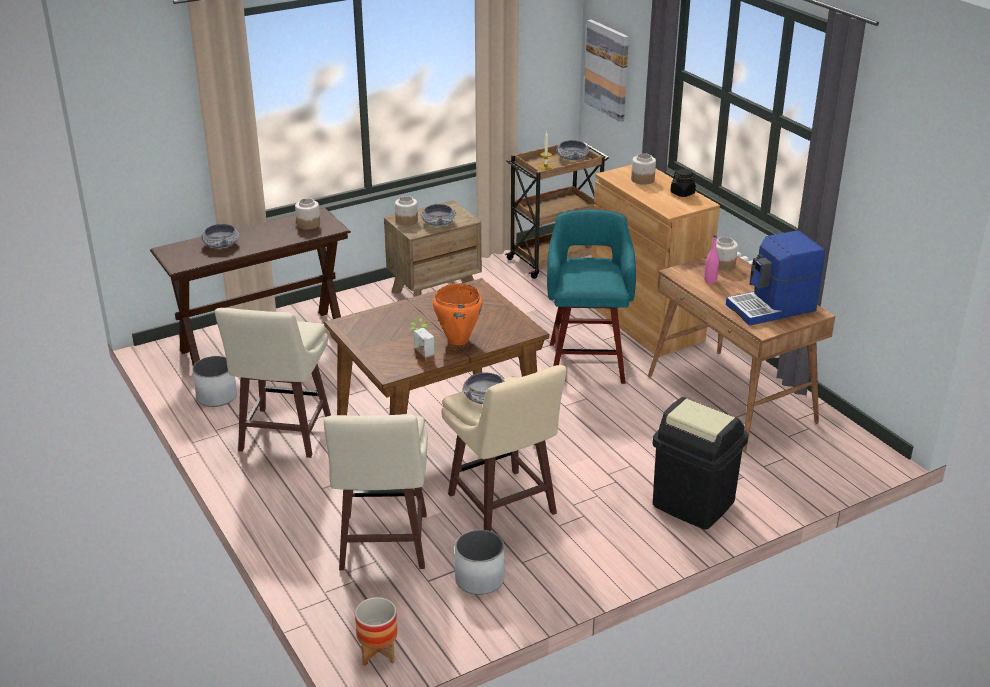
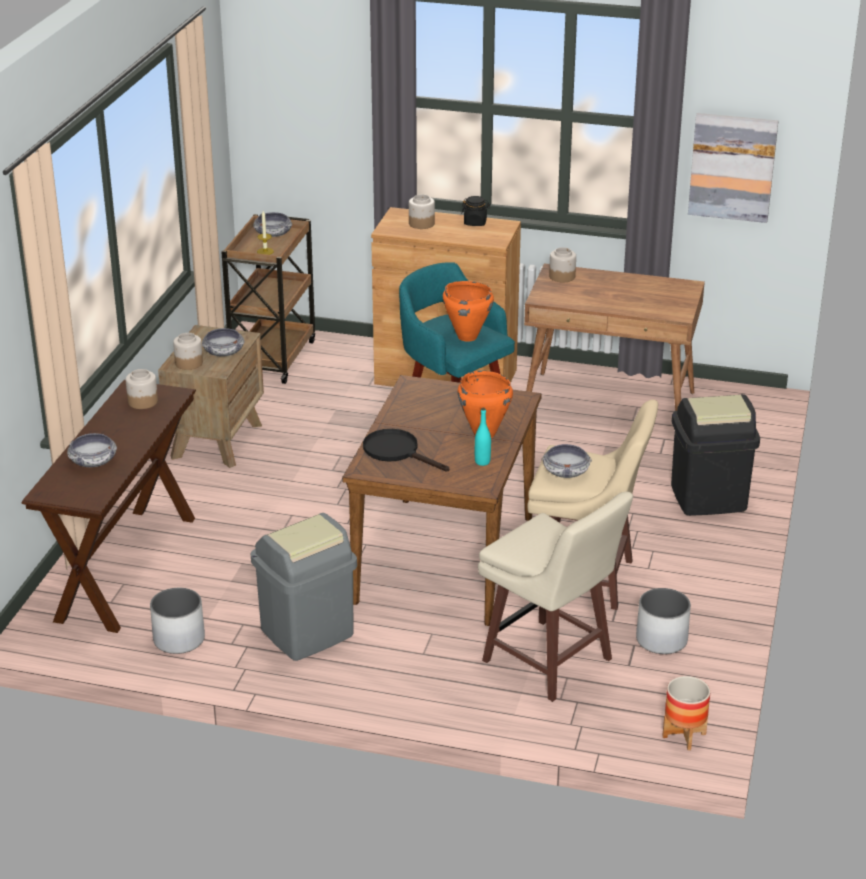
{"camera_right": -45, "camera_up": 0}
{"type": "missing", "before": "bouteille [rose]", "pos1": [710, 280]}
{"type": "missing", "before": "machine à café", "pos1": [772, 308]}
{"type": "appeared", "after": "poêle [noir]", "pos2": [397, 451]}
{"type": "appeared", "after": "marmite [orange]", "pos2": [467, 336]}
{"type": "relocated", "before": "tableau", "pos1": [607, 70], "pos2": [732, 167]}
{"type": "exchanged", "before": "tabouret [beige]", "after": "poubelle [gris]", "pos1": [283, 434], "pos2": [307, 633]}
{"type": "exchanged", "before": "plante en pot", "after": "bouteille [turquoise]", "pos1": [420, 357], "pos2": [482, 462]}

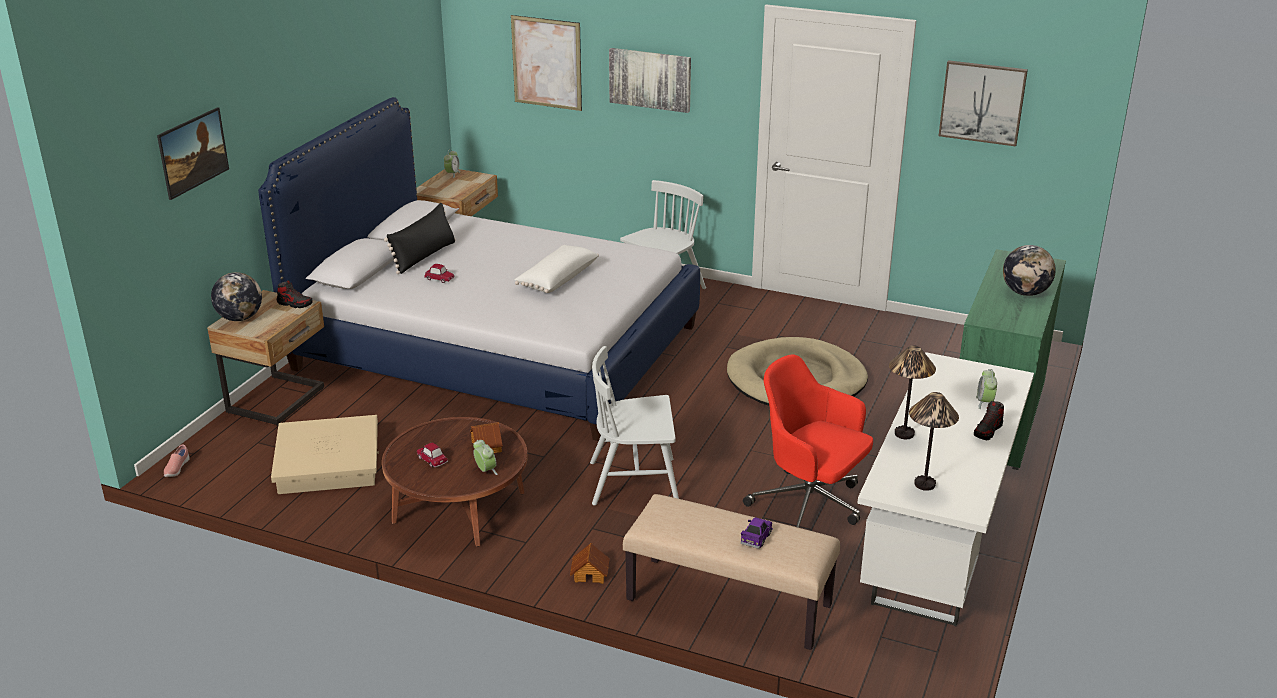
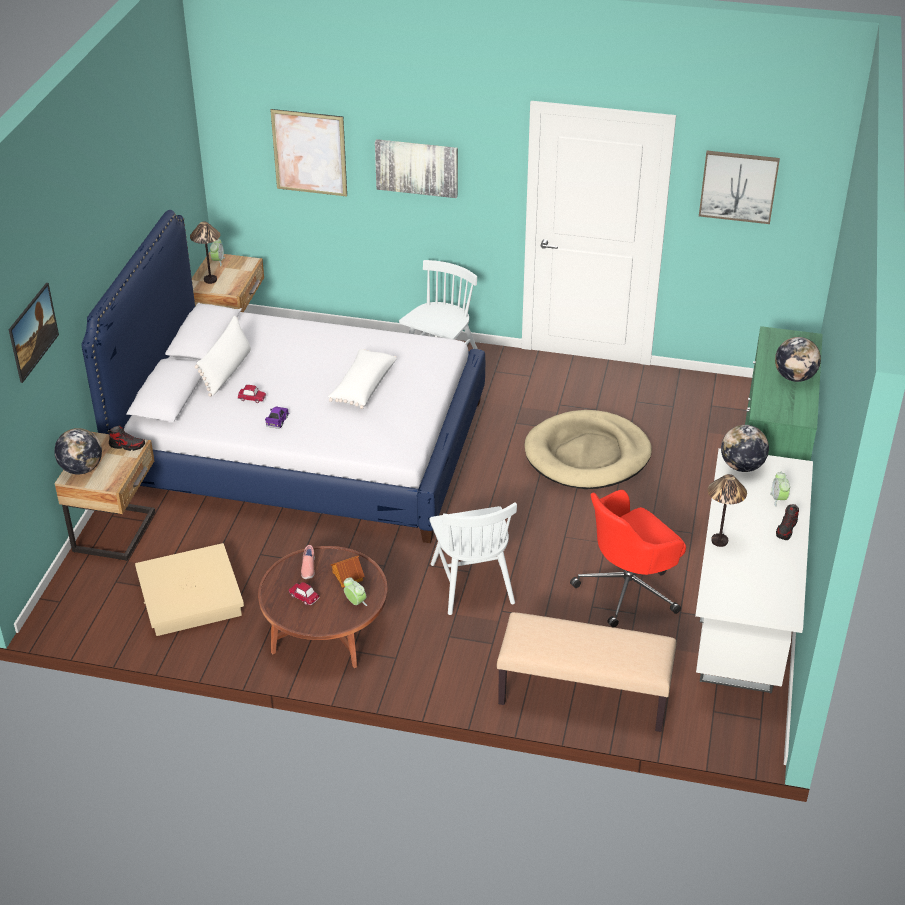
{"camera_right": -10, "camera_up": 10}
{"type": "missing", "before": "maison miniature", "pos1": [590, 574]}
{"type": "appeared", "after": "globe", "pos2": [741, 466]}
{"type": "relocated", "before": "chaussure [rose]", "pos1": [176, 469], "pos2": [308, 569]}
{"type": "relocated", "before": "petite voiture [violet]", "pos1": [756, 537], "pos2": [277, 421]}
{"type": "relocated", "before": "lampe de table", "pos1": [924, 484], "pos2": [210, 280]}
{"type": "colour", "before": "coussin [noir]", "after": "coussin [blanc]", "pos1": [424, 256], "pos2": [227, 371]}
{"type": "spun", "before": "chaise [blanc]", "pos1": [634, 482], "pos2": [472, 583], "turn": -90}
{"type": "spun", "before": "chaise de bureau [rouge]", "pos1": [809, 506], "pos2": [628, 589], "turn": -60}

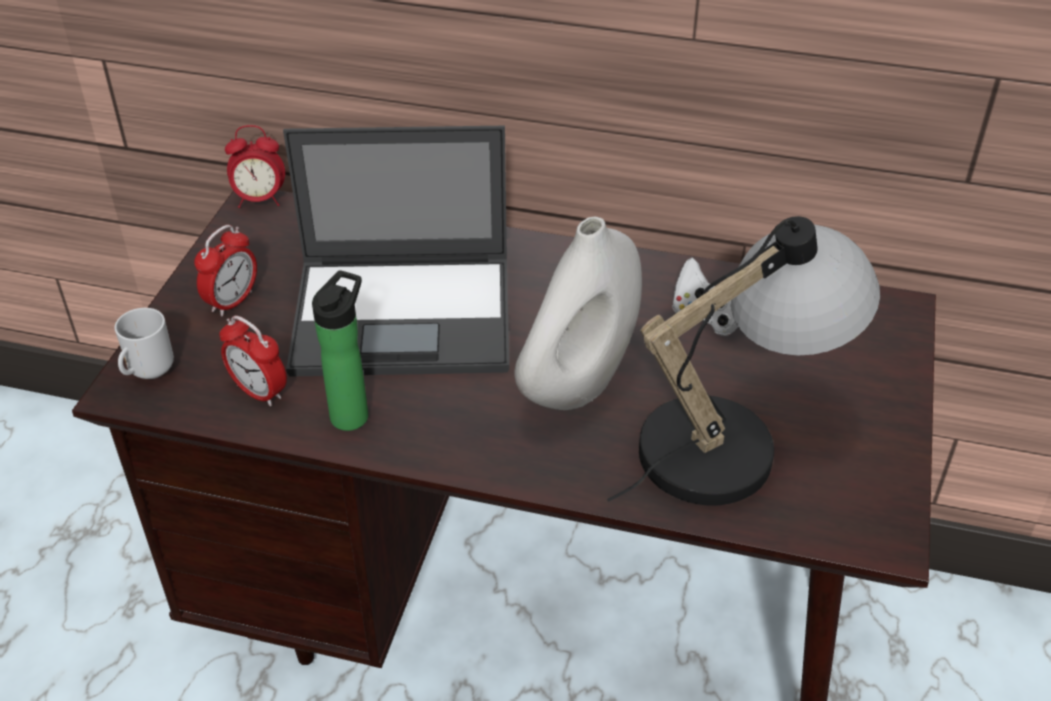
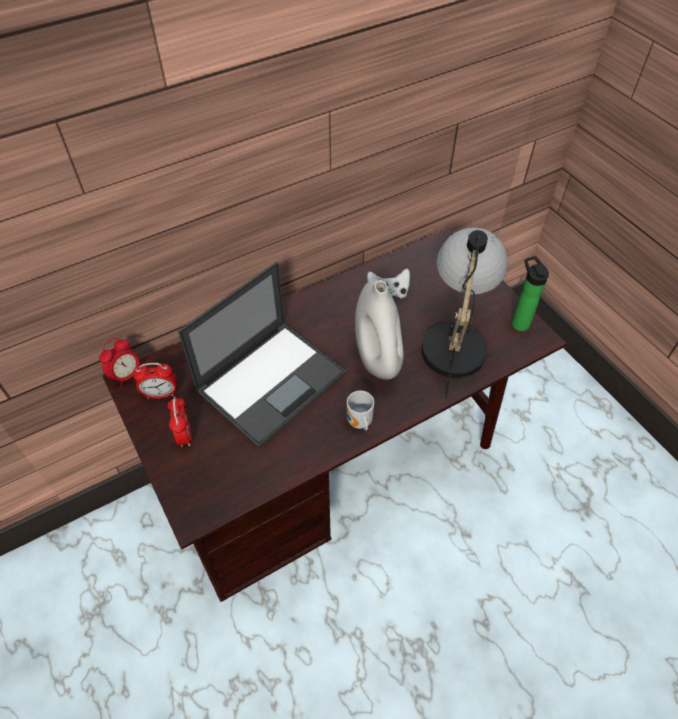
{"camera_right": -45, "camera_up": 10}
{"type": "relocated", "before": "mug", "pos1": [148, 372], "pos2": [359, 423]}
{"type": "relocated", "before": "réveil", "pos1": [259, 392], "pos2": [161, 394]}
{"type": "relocated", "before": "bouteille", "pos1": [352, 413], "pos2": [518, 322]}

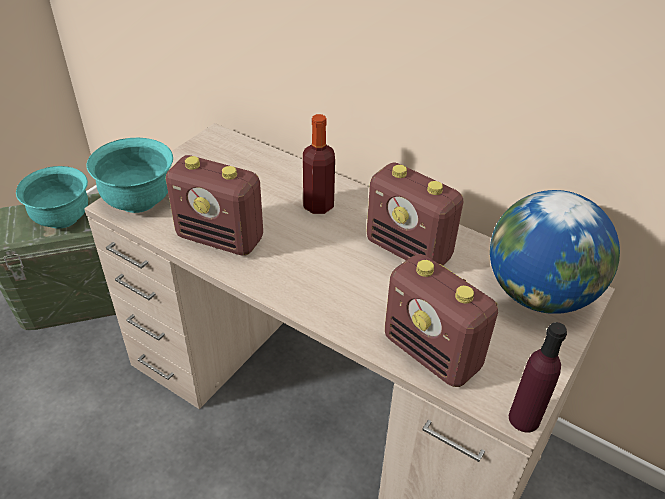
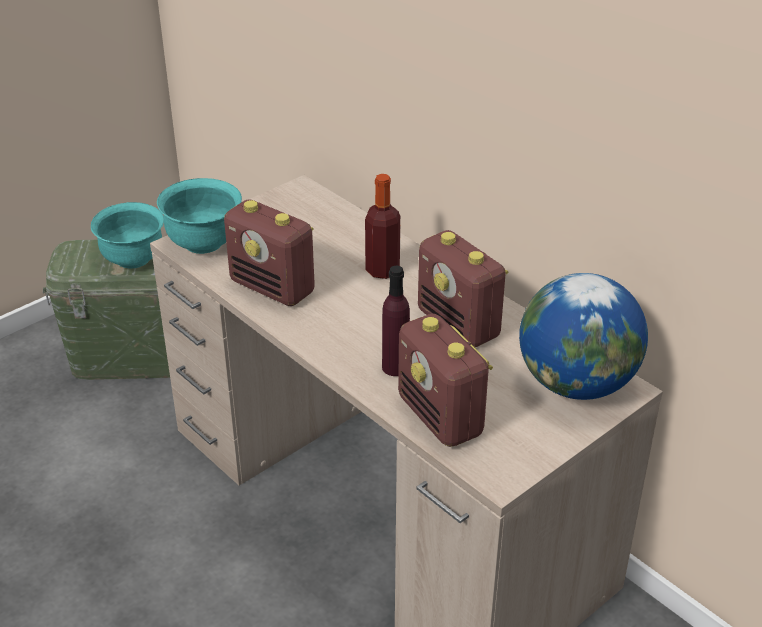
{"camera_right": 15, "camera_up": -5}
{"type": "relocated", "before": "bouteille [violet]", "pos1": [524, 419], "pos2": [395, 367]}

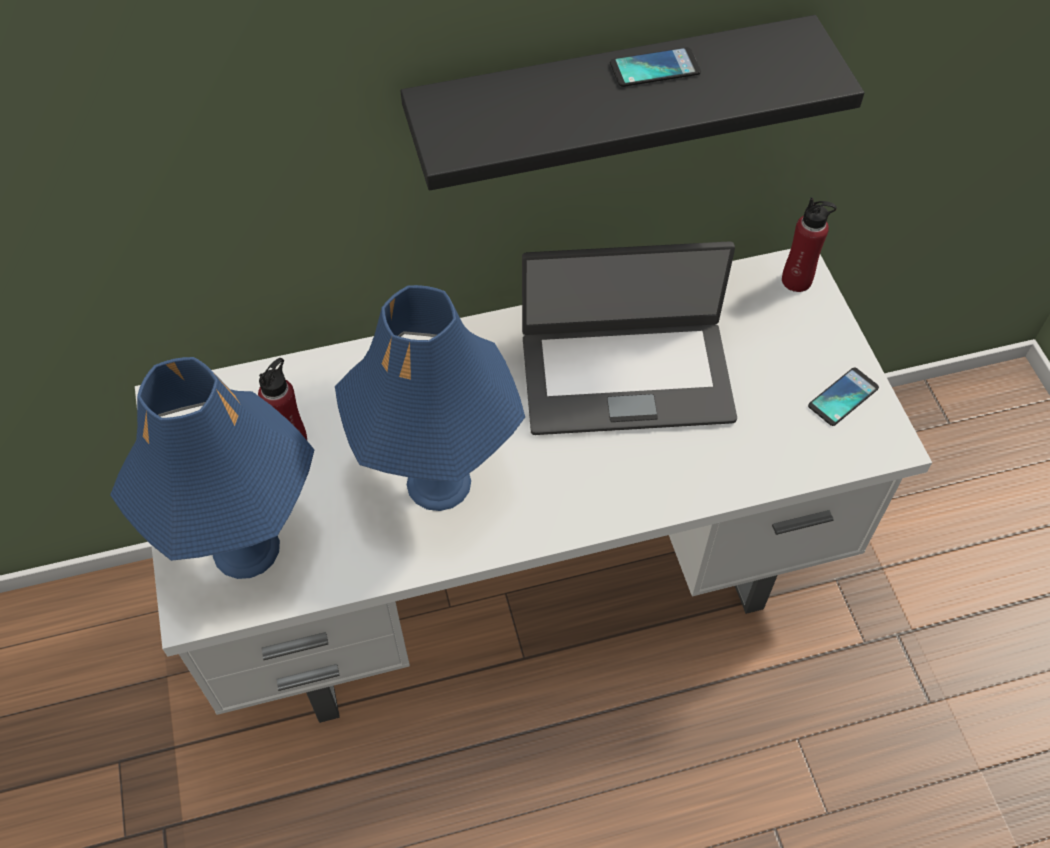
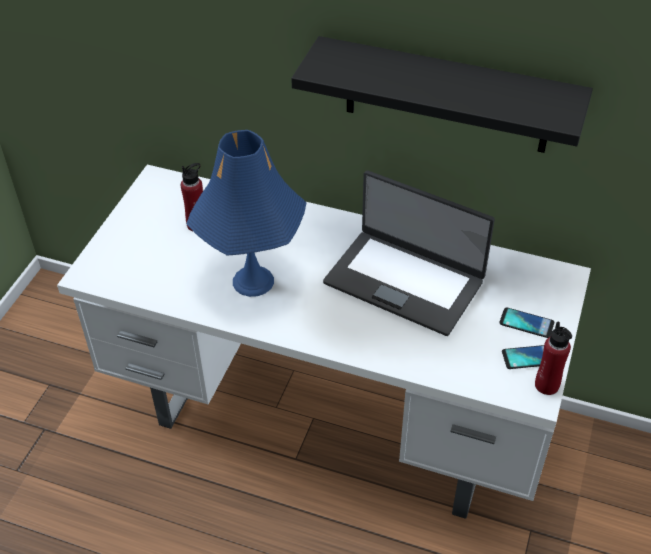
{"camera_right": 35, "camera_up": -10}
{"type": "missing", "before": "lampe de table [bleu]", "pos1": [246, 548]}
{"type": "relocated", "before": "téléphone", "pos1": [655, 68], "pos2": [526, 323]}
{"type": "relocated", "before": "bouteille [rouge]", "pos1": [796, 280], "pos2": [547, 385]}

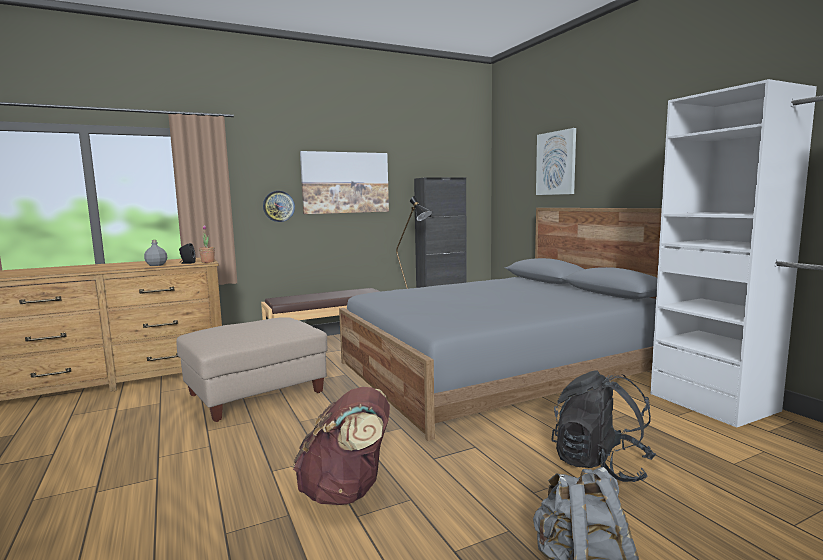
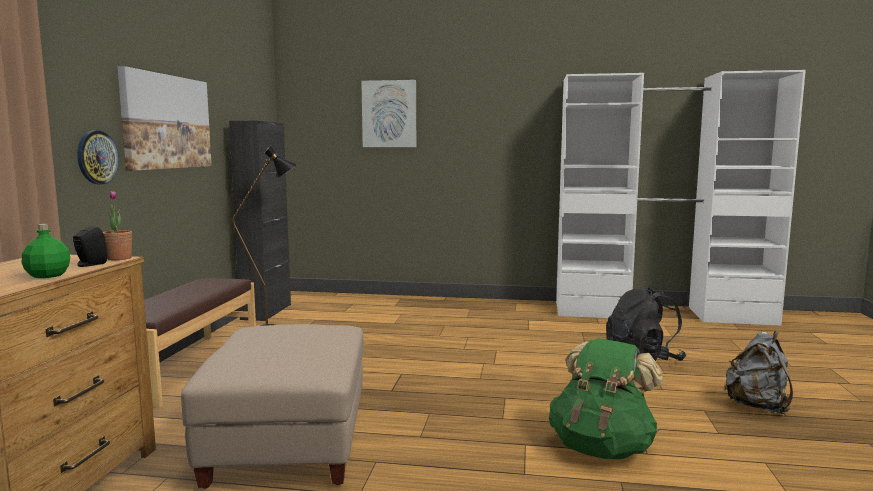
{"camera_right": -55, "camera_up": 0}
{"type": "missing", "before": "lit [gris]", "pos1": [499, 369]}
{"type": "colour", "before": "bouteille [gris]", "after": "bouteille [vert]", "pos1": [156, 265], "pos2": [48, 275]}
{"type": "colour", "before": "sac à dos [marron]", "after": "sac à dos [vert]", "pos1": [347, 491], "pos2": [602, 448]}

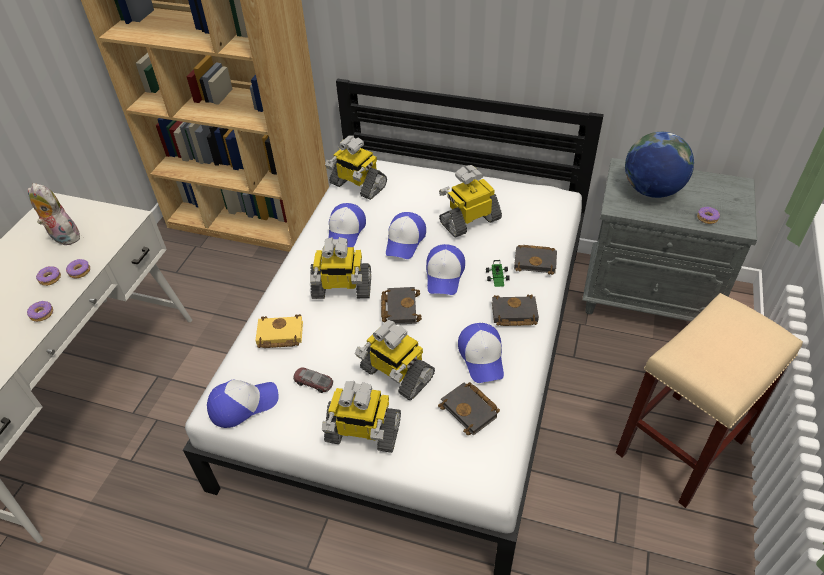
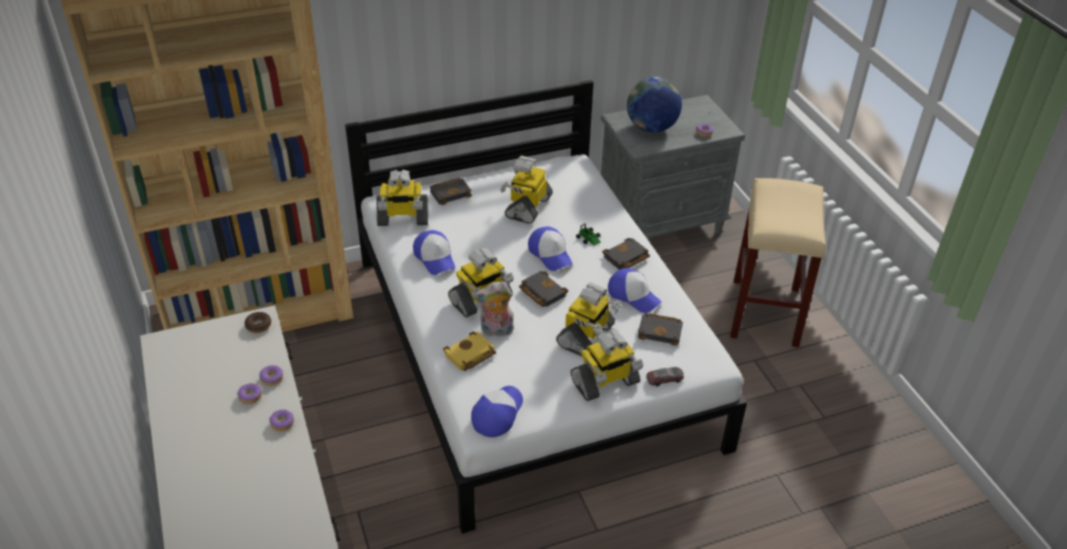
{"camera_right": -40, "camera_up": -5}
{"type": "missing", "before": "casquette", "pos1": [405, 241]}
{"type": "appeared", "after": "beignet", "pos2": [258, 325]}
{"type": "relocated", "before": "peluche", "pos1": [62, 237], "pos2": [496, 331]}
{"type": "relocated", "before": "petite voiture", "pos1": [313, 382], "pos2": [664, 379]}
{"type": "relocated", "before": "livre [noir]", "pos1": [536, 261], "pos2": [451, 193]}
{"type": "spun", "before": "robot jouet", "pos1": [396, 374], "pos2": [586, 336], "turn": -60}

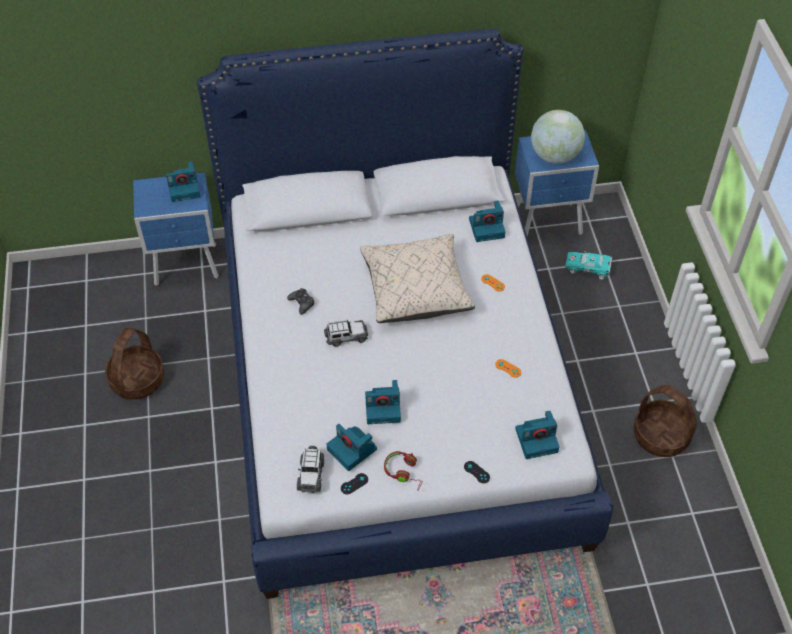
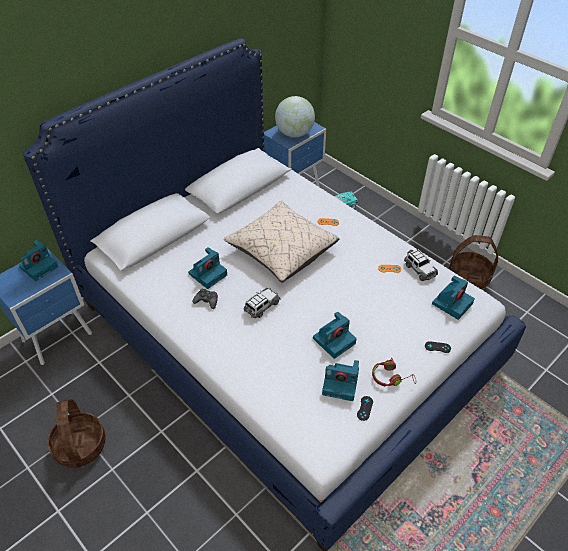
{"camera_right": -35, "camera_up": -5}
{"type": "relocated", "before": "petite voiture", "pos1": [311, 474], "pos2": [419, 270]}
{"type": "relocated", "before": "appareil photo", "pos1": [487, 227], "pos2": [208, 273]}

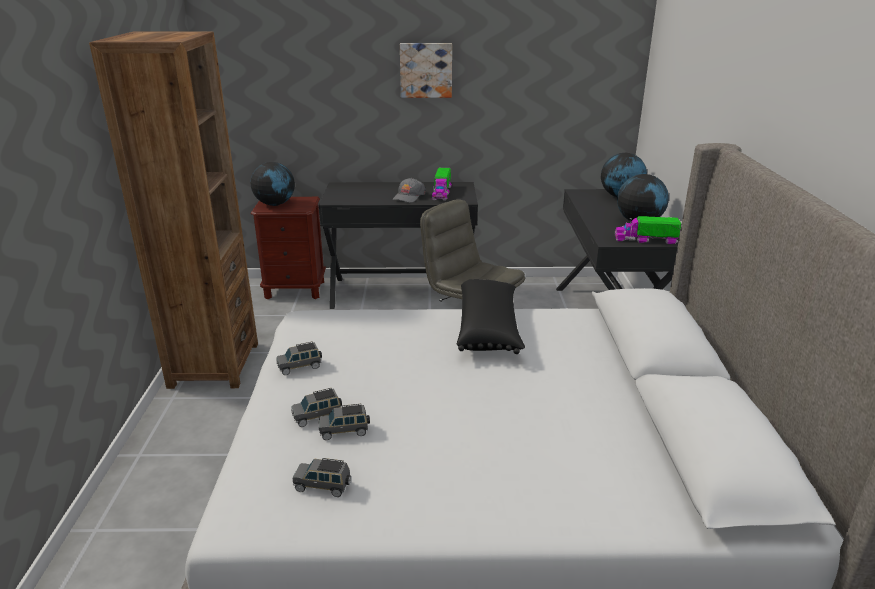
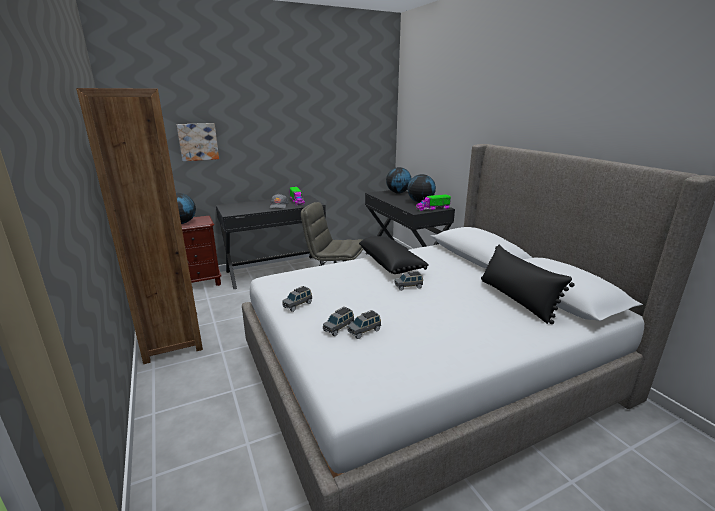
{"camera_right": -25, "camera_up": -5}
{"type": "appeared", "after": "coussin [noir]", "pos2": [516, 299]}
{"type": "relocated", "before": "petite voiture [gris]", "pos1": [323, 486], "pos2": [408, 287]}
{"type": "relocated", "before": "tableau", "pos1": [426, 70], "pos2": [198, 142]}

